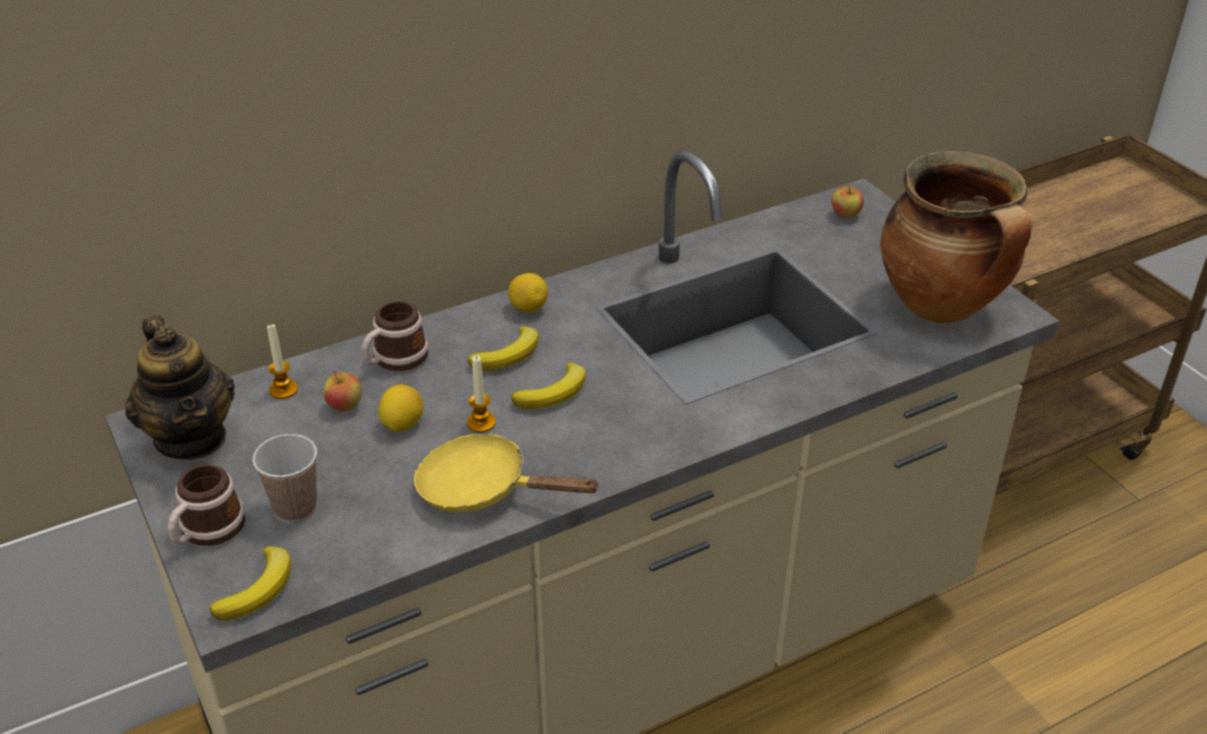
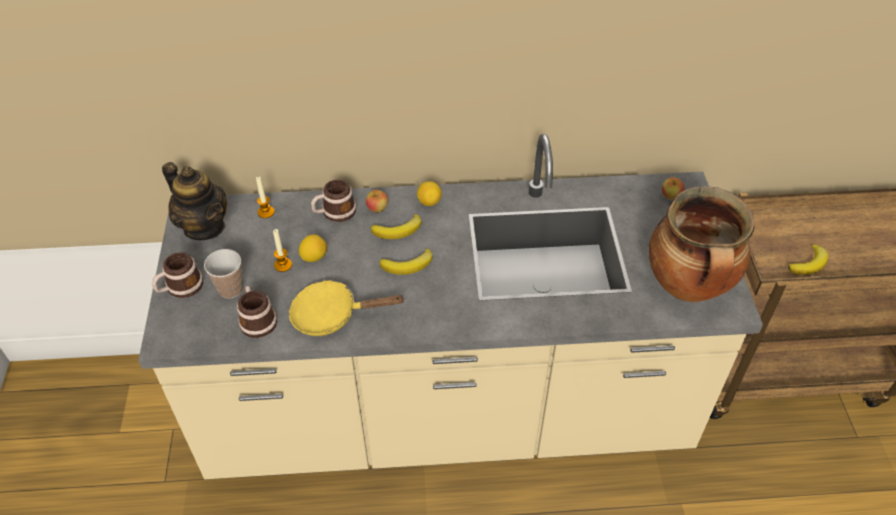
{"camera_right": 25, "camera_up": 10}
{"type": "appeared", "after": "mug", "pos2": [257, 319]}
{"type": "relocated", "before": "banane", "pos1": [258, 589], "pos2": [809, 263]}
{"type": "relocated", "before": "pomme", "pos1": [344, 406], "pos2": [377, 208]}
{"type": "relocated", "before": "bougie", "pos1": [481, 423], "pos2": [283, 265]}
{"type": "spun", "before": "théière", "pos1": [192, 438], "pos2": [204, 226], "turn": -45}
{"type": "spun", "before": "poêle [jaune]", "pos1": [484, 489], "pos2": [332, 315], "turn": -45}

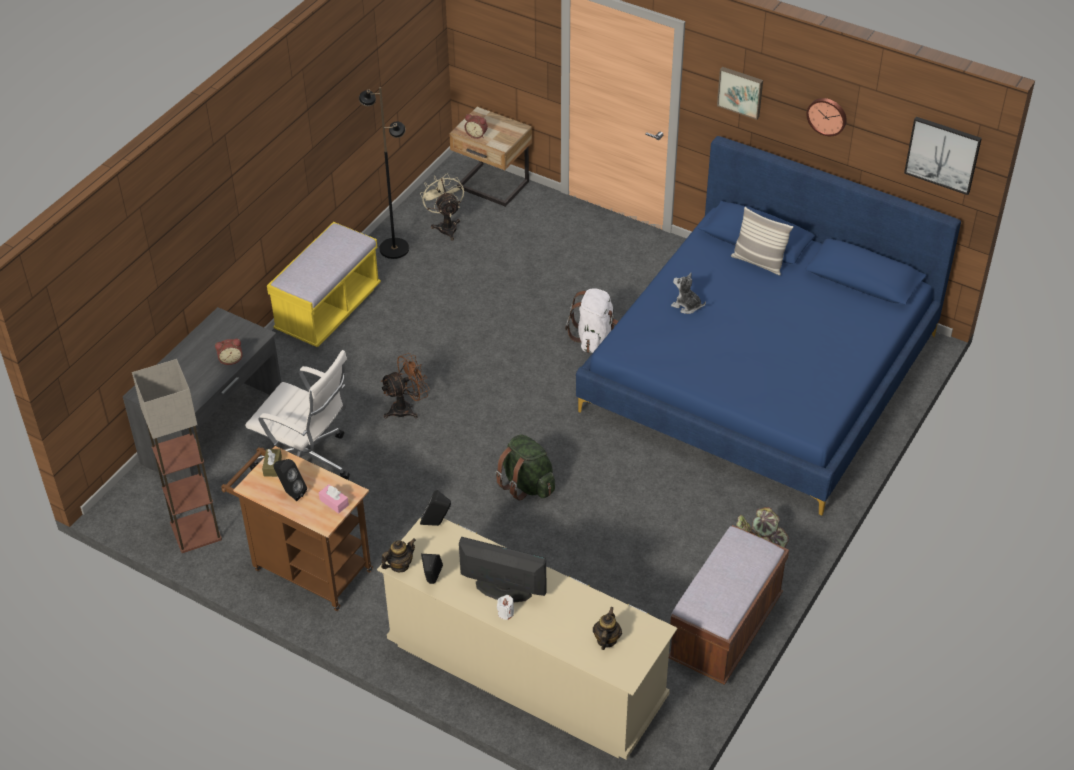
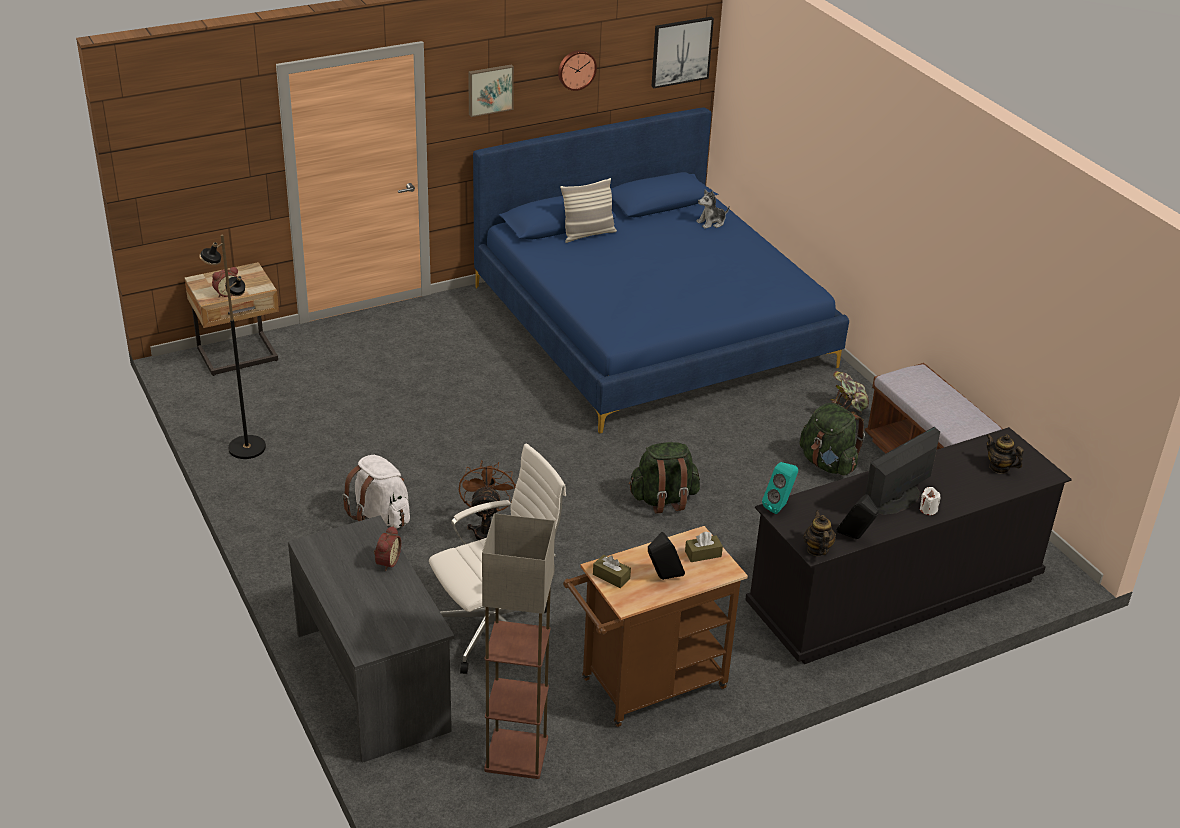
{"camera_right": -60, "camera_up": -10}
{"type": "missing", "before": "banc [jaune]", "pos1": [328, 310]}
{"type": "missing", "before": "ventilateur [beige]", "pos1": [446, 226]}
{"type": "appeared", "after": "sac à dos [vert]", "pos2": [828, 464]}
{"type": "relocated", "before": "sac à dos [blanc]", "pos1": [594, 338], "pos2": [380, 516]}
{"type": "relocated", "before": "peluche", "pos1": [686, 306], "pos2": [711, 222]}
{"type": "colour", "before": "boîte à mouchoirs [rose]", "after": "boîte à mouchoirs [marron]", "pos1": [334, 502], "pos2": [703, 554]}
{"type": "colour", "before": "commode [beige]", "after": "commode [noir]", "pos1": [526, 671], "pos2": [894, 594]}
{"type": "colour", "before": "enceinte [noir]", "after": "enceinte [turquoise]", "pos1": [436, 524], "pos2": [779, 506]}

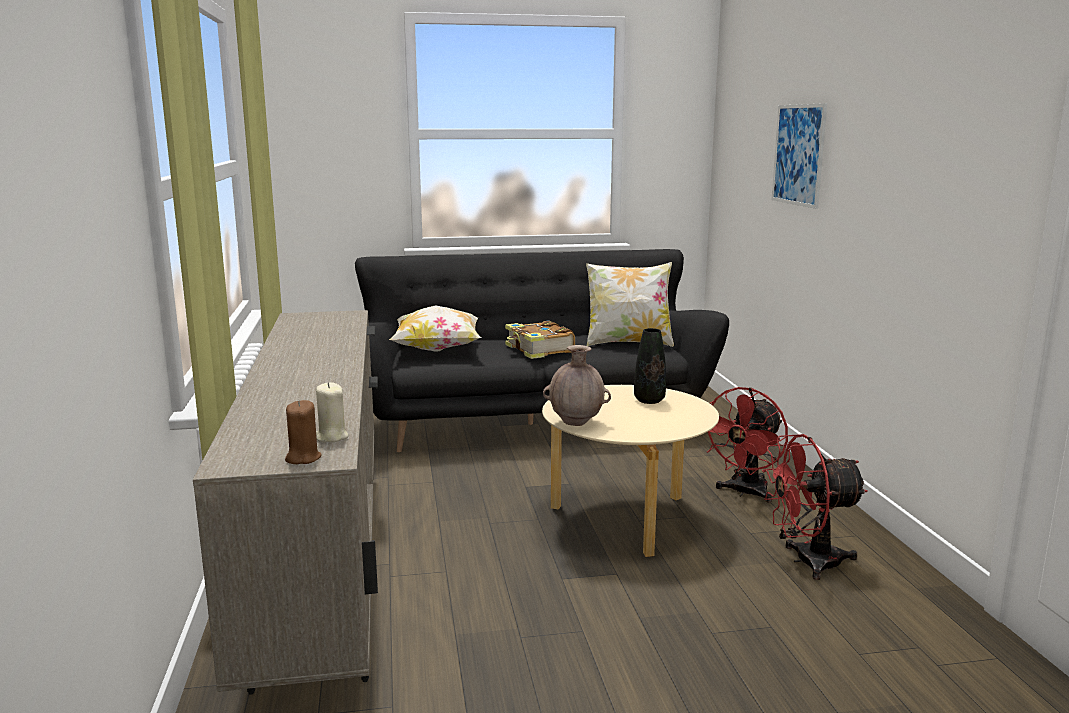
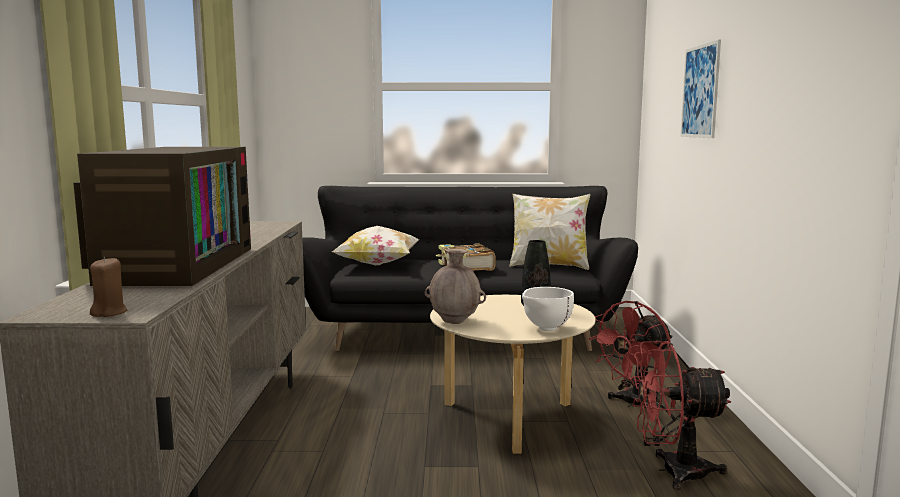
{"camera_right": 10, "camera_up": -5}
{"type": "missing", "before": "bougie [beige]", "pos1": [331, 437]}
{"type": "appeared", "after": "téléviseur", "pos2": [175, 264]}
{"type": "appeared", "after": "bol [blanc]", "pos2": [545, 329]}

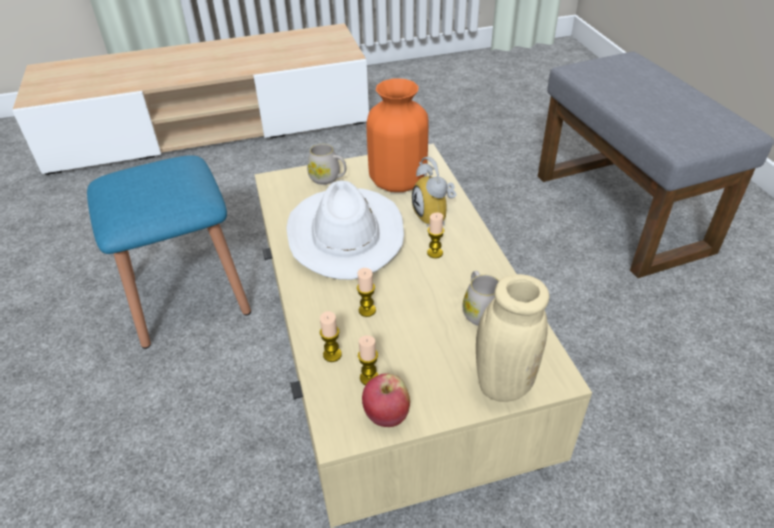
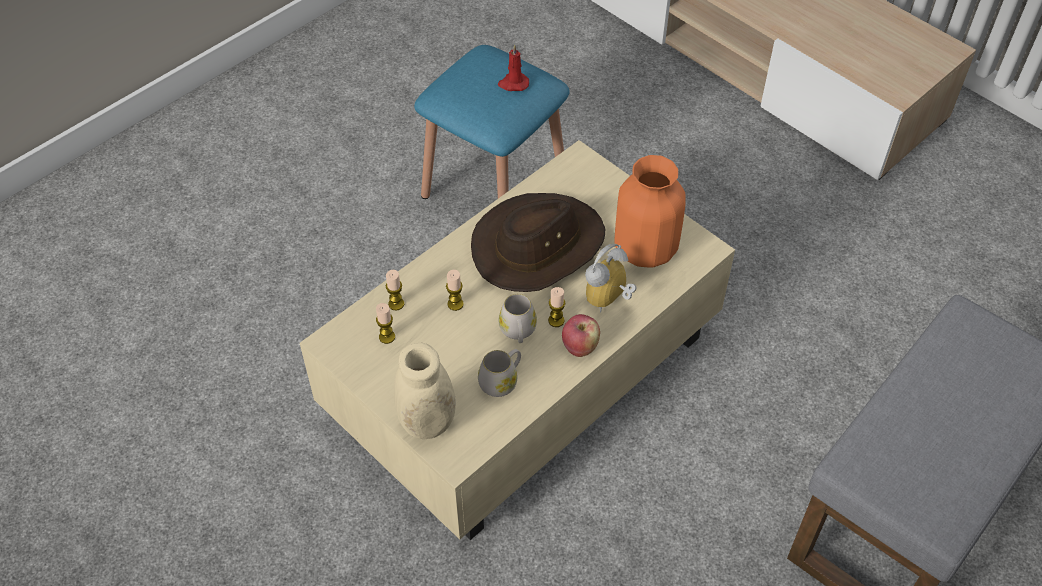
{"camera_right": 60, "camera_up": 10}
{"type": "appeared", "after": "bougie [rouge]", "pos2": [513, 84]}
{"type": "relocated", "before": "mug [blanc]", "pos1": [328, 178], "pos2": [518, 332]}
{"type": "relocated", "before": "pomme", "pos1": [386, 415], "pos2": [580, 347]}
{"type": "colour", "before": "chapeau [blanc]", "after": "chapeau [marron]", "pos1": [344, 234], "pos2": [538, 246]}

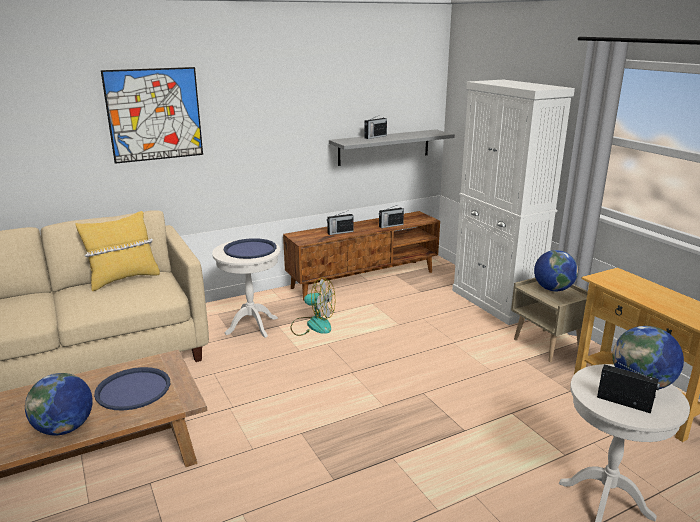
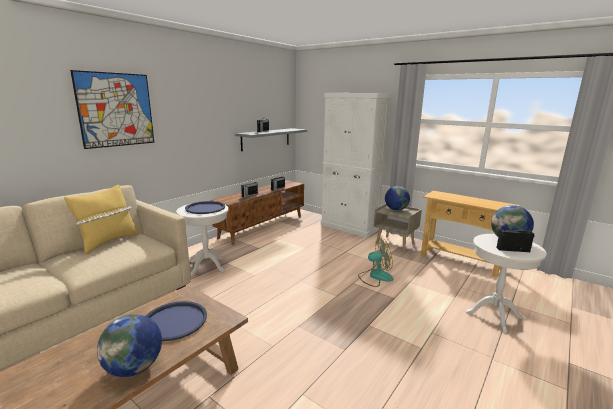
{"camera_right": -25, "camera_up": -5}
{"type": "relocated", "before": "ventilateur", "pos1": [313, 325], "pos2": [375, 276]}

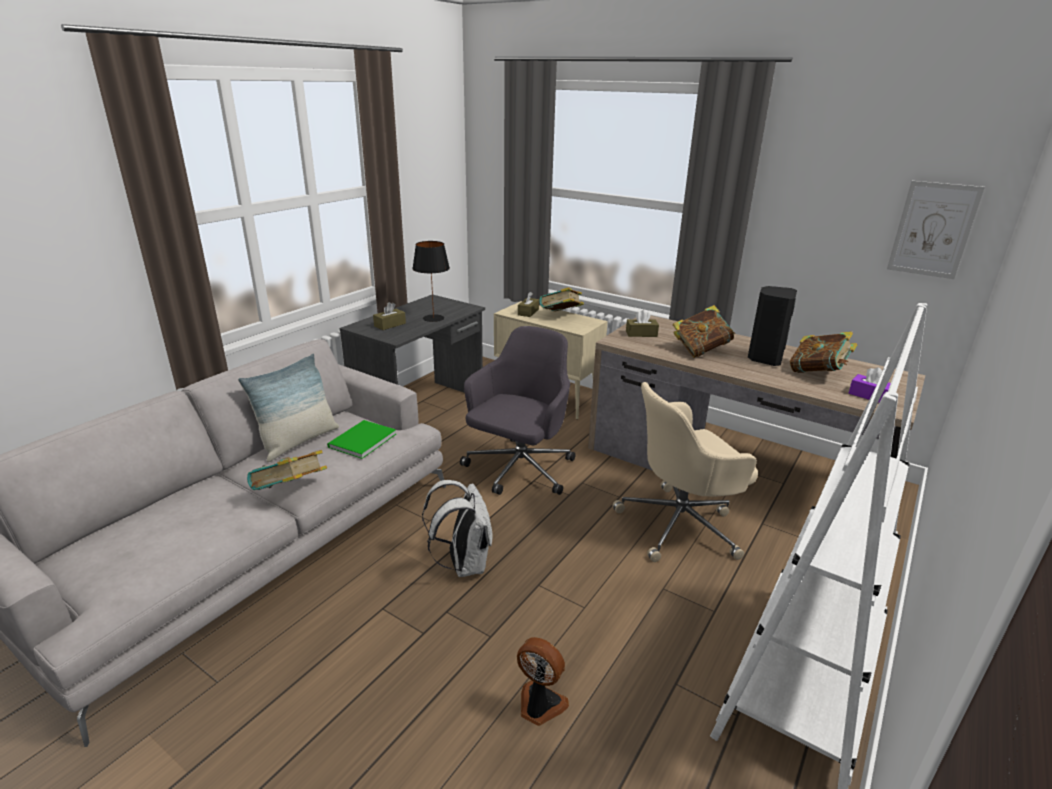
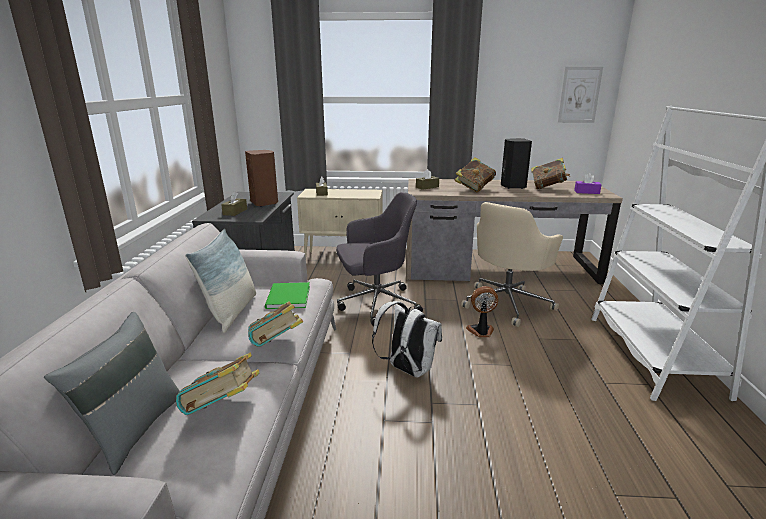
{"camera_right": -30, "camera_up": -5}
{"type": "appeared", "after": "coussin [gris]", "pos2": [133, 429]}
{"type": "relocated", "before": "ventilateur", "pos1": [539, 705], "pos2": [481, 331]}
{"type": "relocated", "before": "livre", "pos1": [561, 316], "pos2": [224, 409]}
{"type": "exchanged", "before": "lampe de table [noir]", "after": "enceinte [marron]", "pos1": [433, 318], "pos2": [265, 203]}
{"type": "spun", "before": "chaise de bureau [gris]", "pos1": [519, 470], "pos2": [375, 304], "turn": 75}

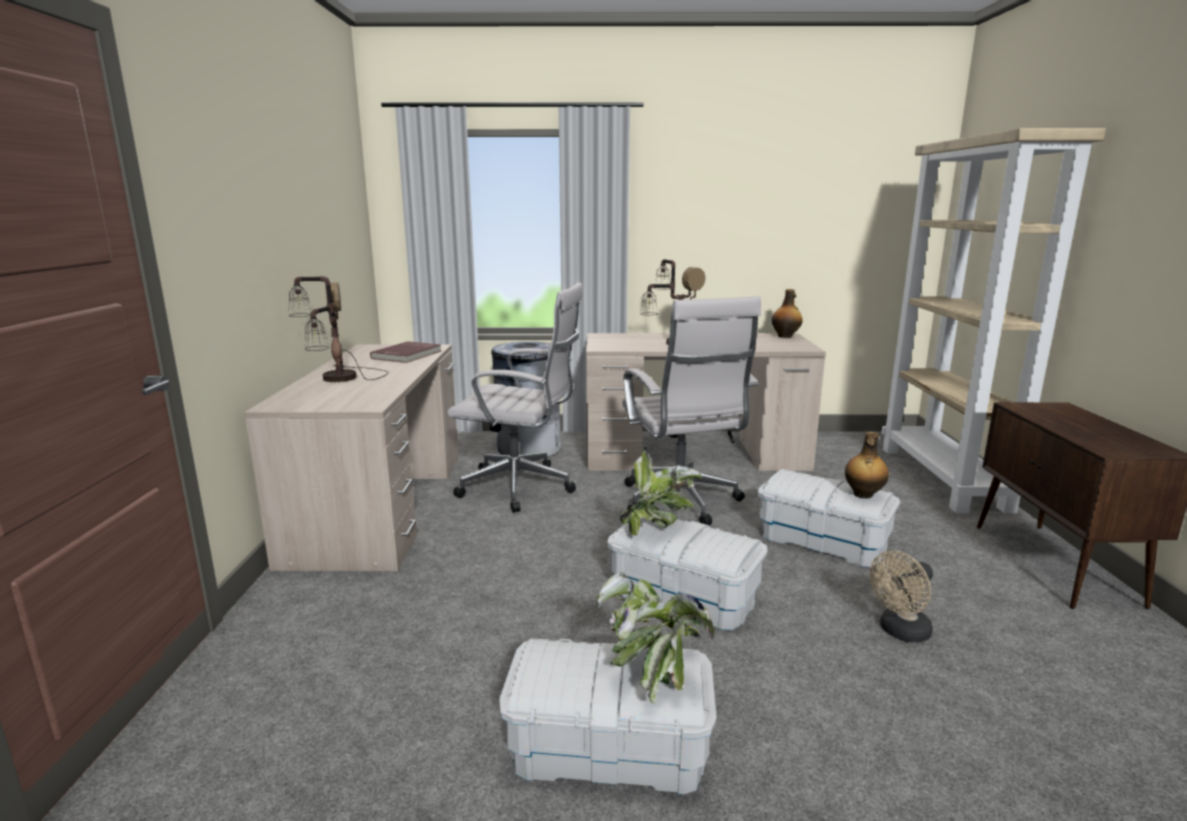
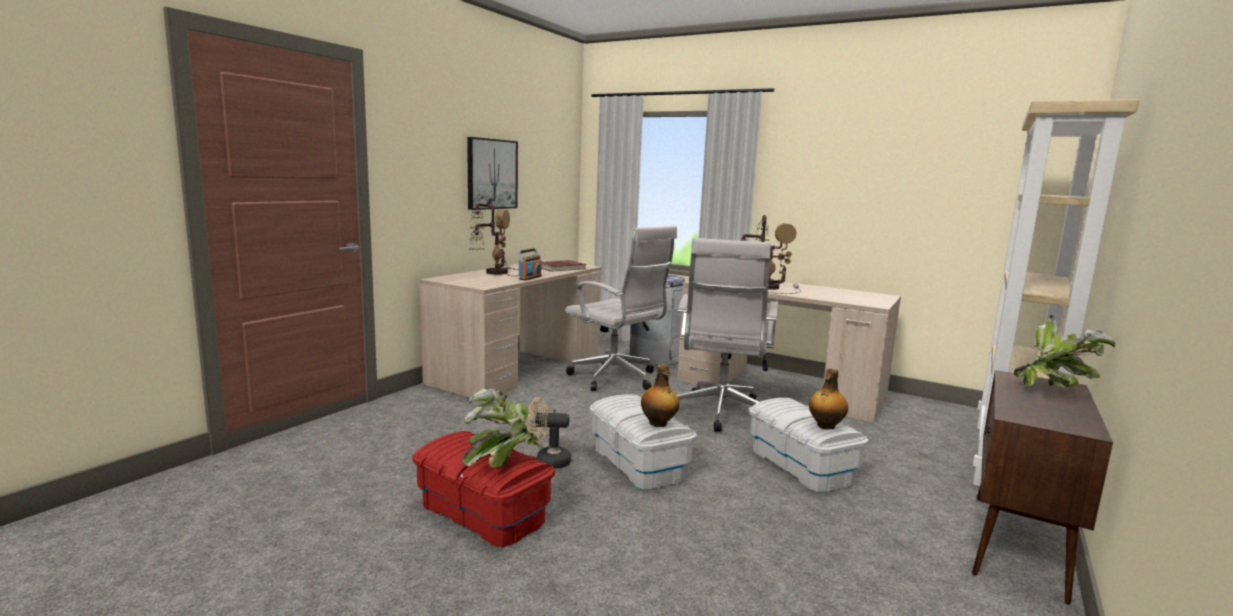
{"camera_right": 30, "camera_up": -5}
{"type": "appeared", "after": "tableau", "pos2": [491, 174]}
{"type": "appeared", "after": "radio", "pos2": [530, 278]}
{"type": "relocated", "before": "plante en pot", "pos1": [658, 526], "pos2": [1055, 389]}
{"type": "relocated", "before": "bouteille", "pos1": [785, 336], "pos2": [658, 424]}
{"type": "relocated", "before": "ventilateur [beige]", "pos1": [900, 632], "pos2": [547, 461]}
{"type": "colour", "before": "boîte de rangement [blanc]", "after": "boîte de rangement [rouge]", "pos1": [608, 750], "pos2": [482, 513]}

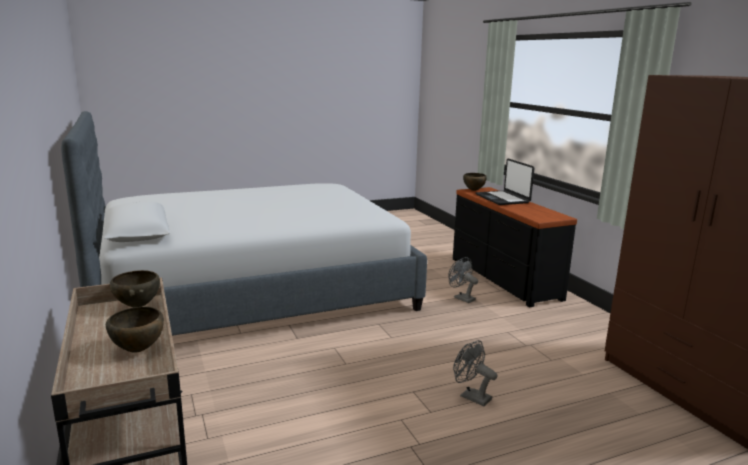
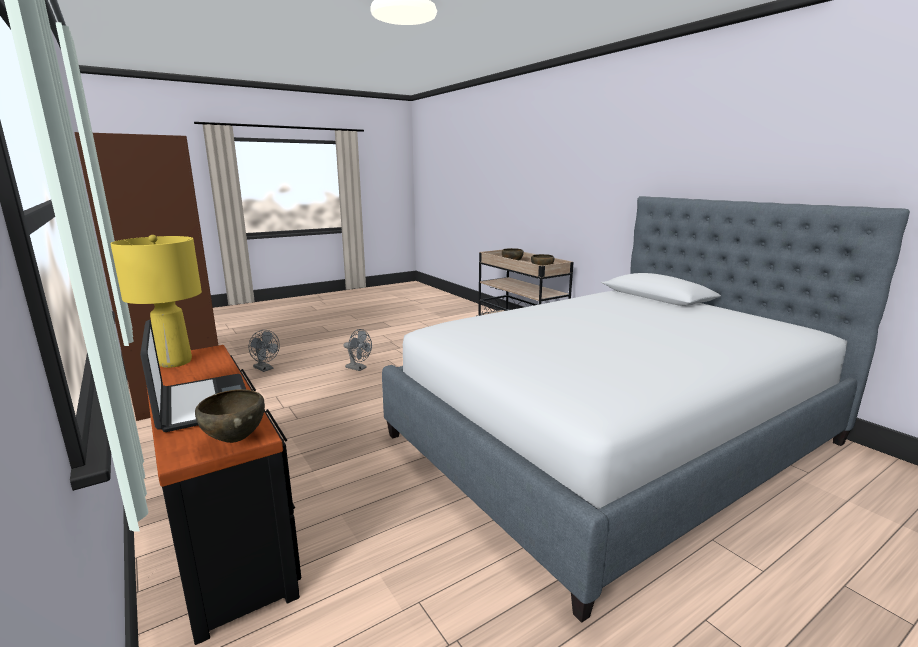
{"camera_right": 170, "camera_up": 0}
{"type": "appeared", "after": "lampe de table [jaune]", "pos2": [175, 362]}
{"type": "relocated", "before": "ventilateur [gris]", "pos1": [461, 298], "pos2": [265, 369]}

